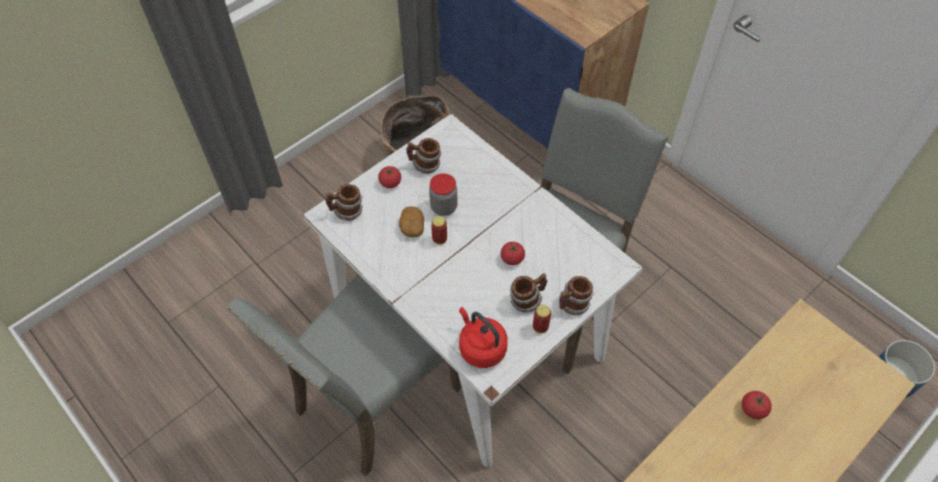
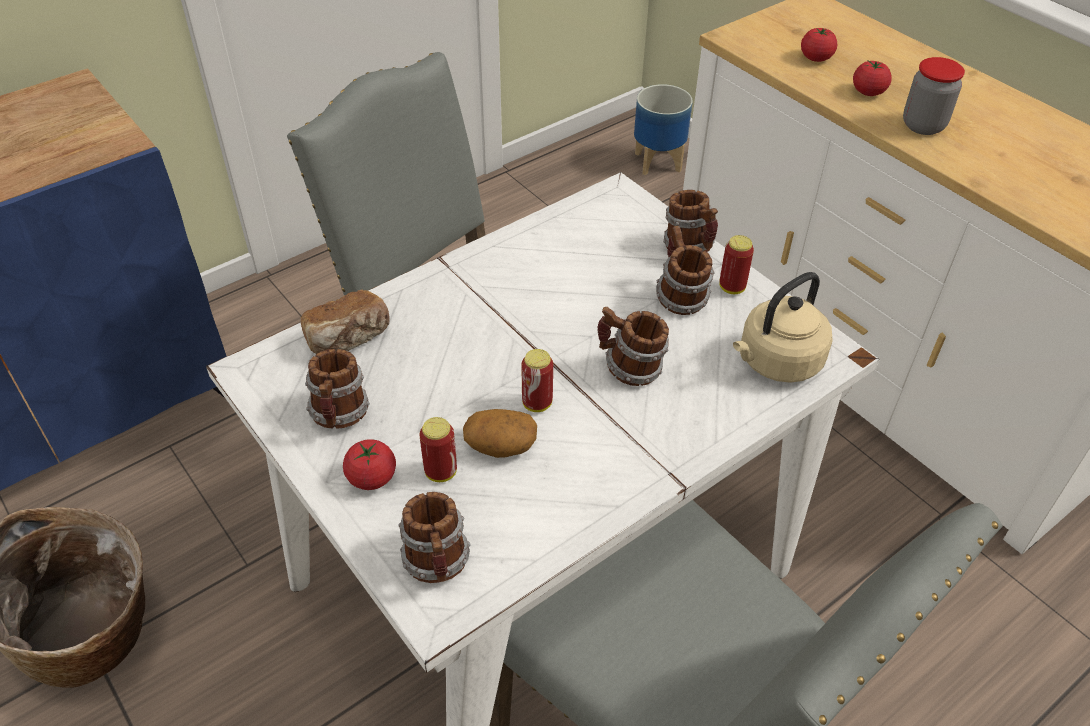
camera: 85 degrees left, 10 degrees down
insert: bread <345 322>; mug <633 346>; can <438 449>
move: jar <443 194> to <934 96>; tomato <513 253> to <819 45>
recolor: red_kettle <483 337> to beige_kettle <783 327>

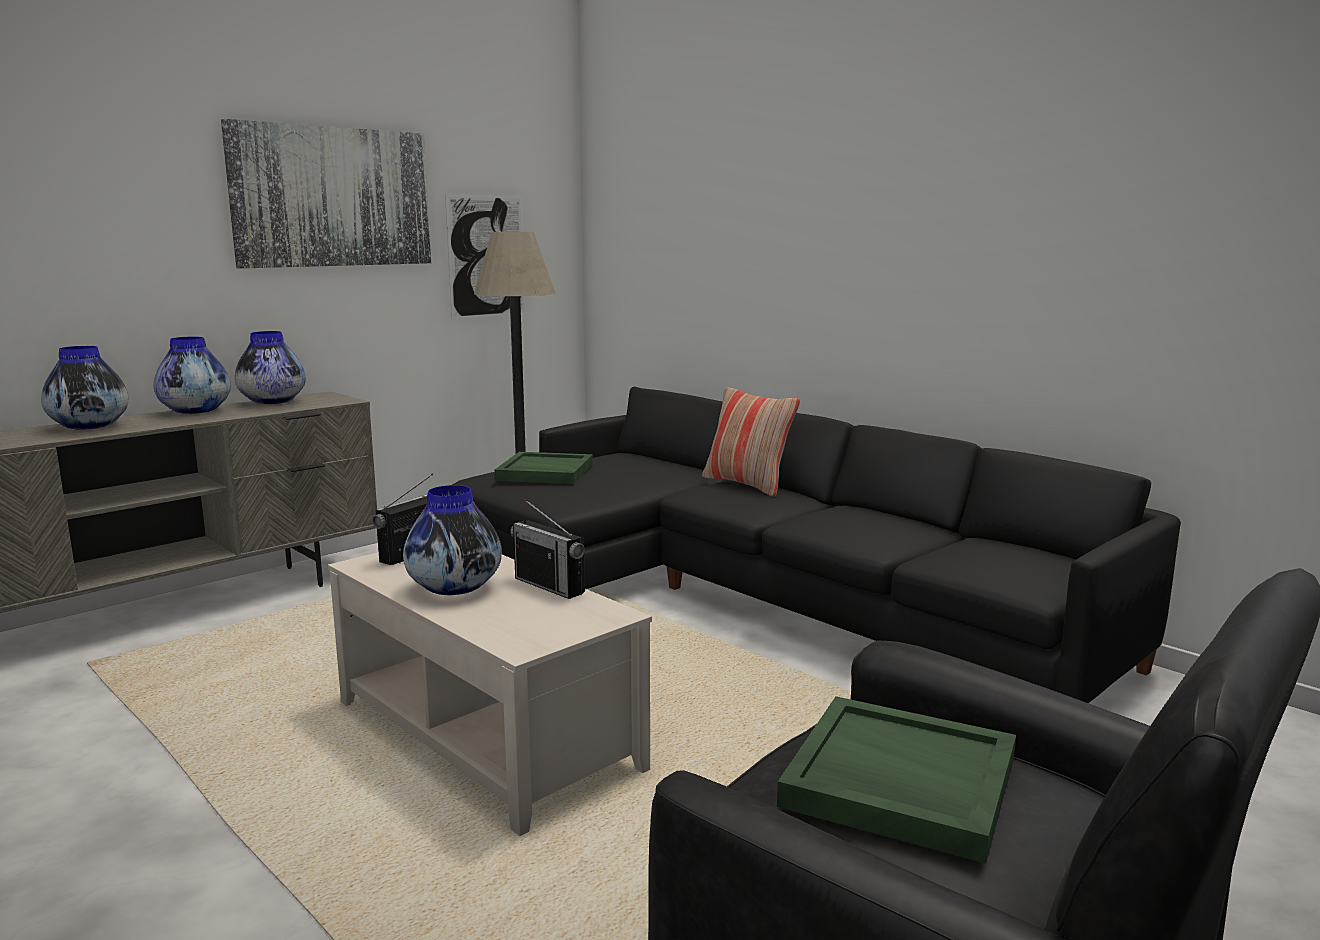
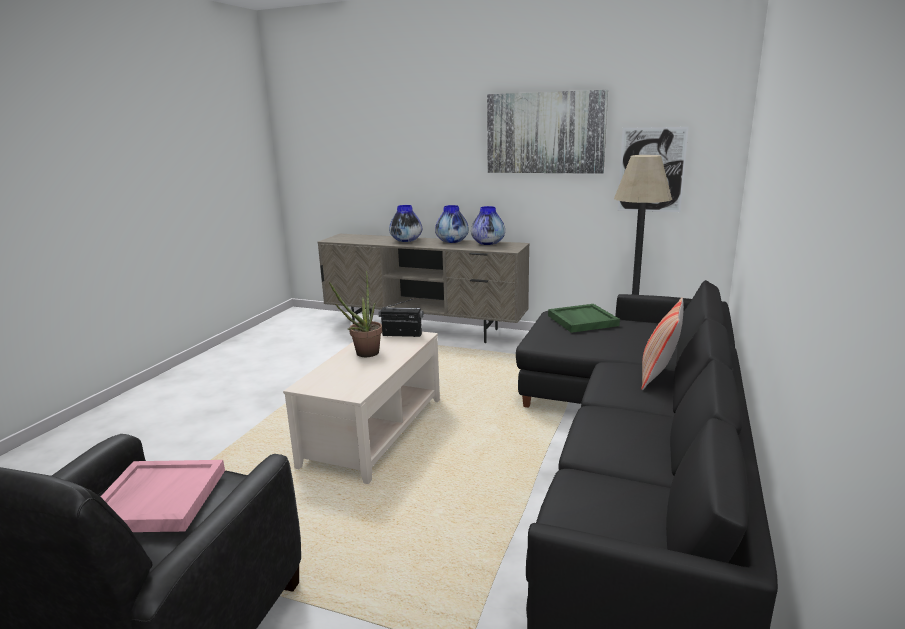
camera: 65 degrees right, 5 degrees up
delete: radio <547 549>
replace: vase <452 540> to potted_plant <355 314>
recolor: green_tray <896 779> to pink_tray <163 496>

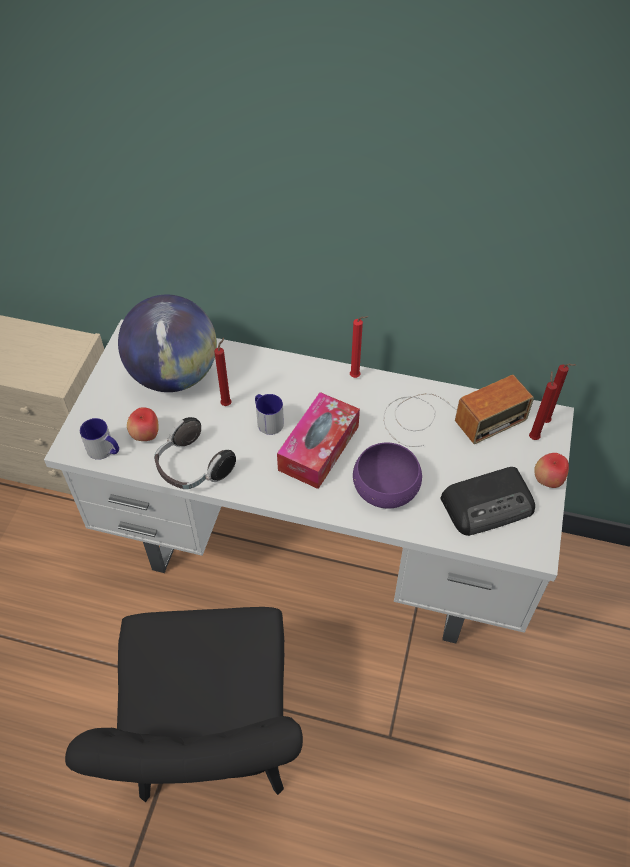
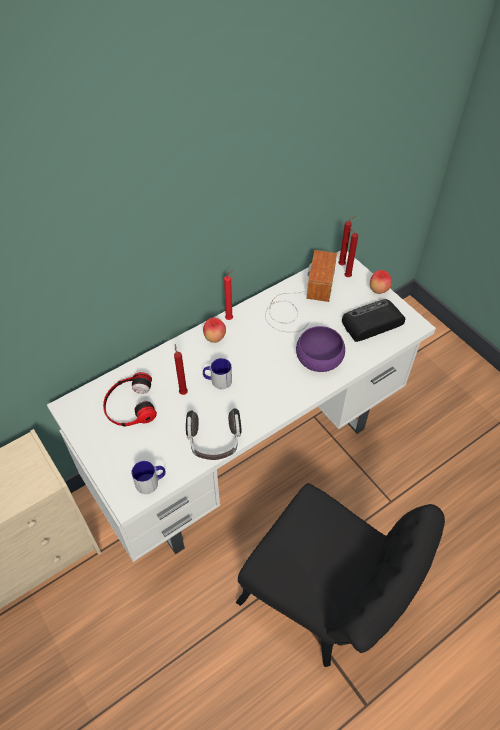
camera: 50 degrees left, 0 degrees up
delete: tissue_box <318 440>
move: apple <143 424> to <214 330>
replace: globe <167 343> to headphones <130 399>
rotate: radio <487 501> = <373 320> 135 degrees counterclockwise

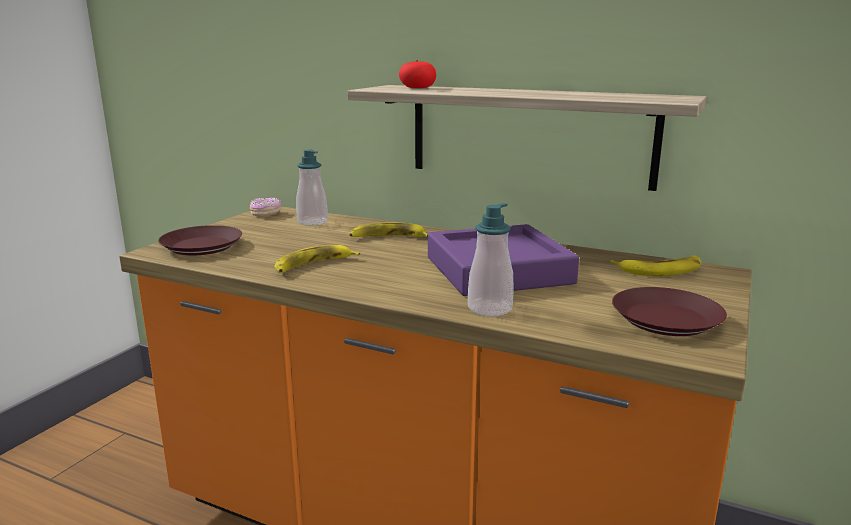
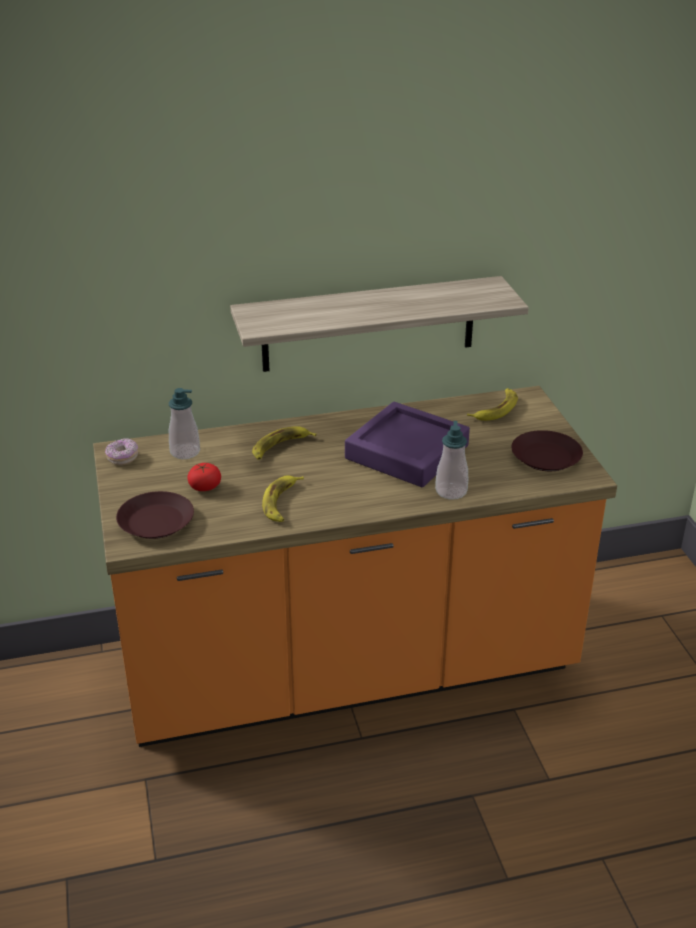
camera: 40 degrees left, 15 degrees up
move: tomato <417 74> to <204 477>

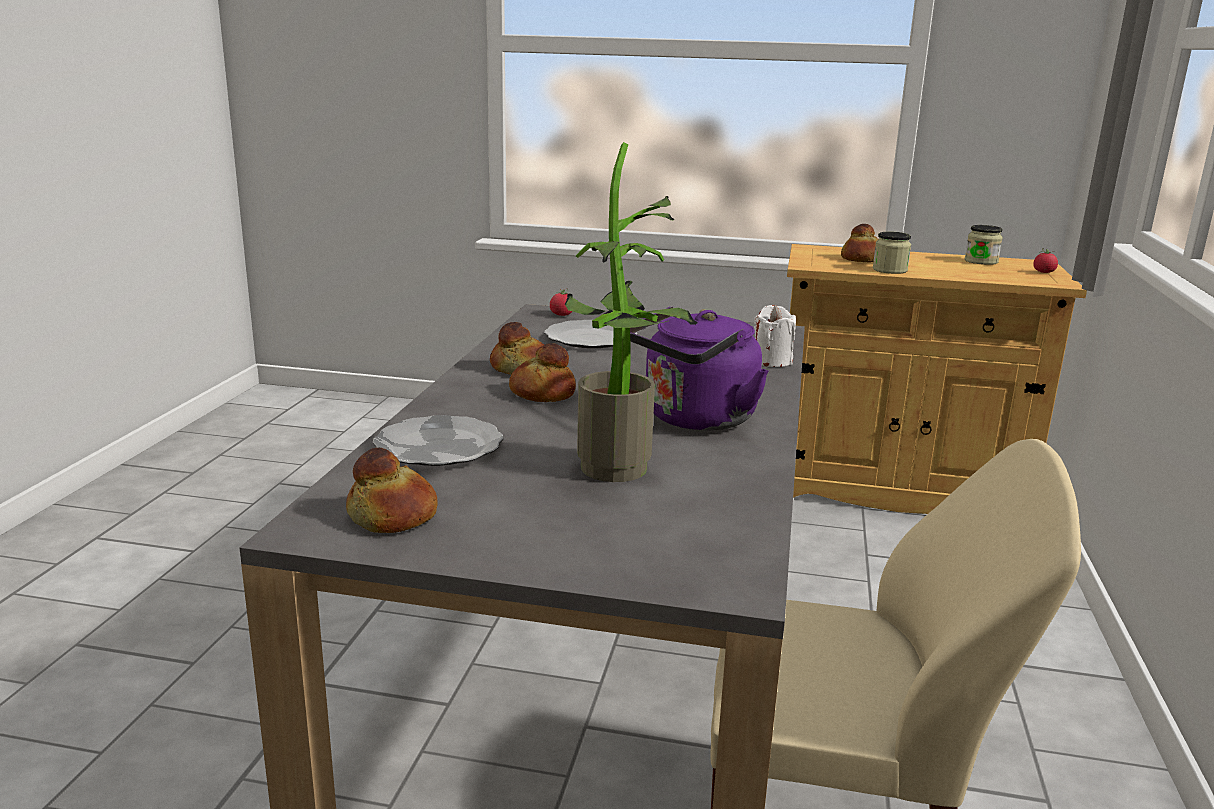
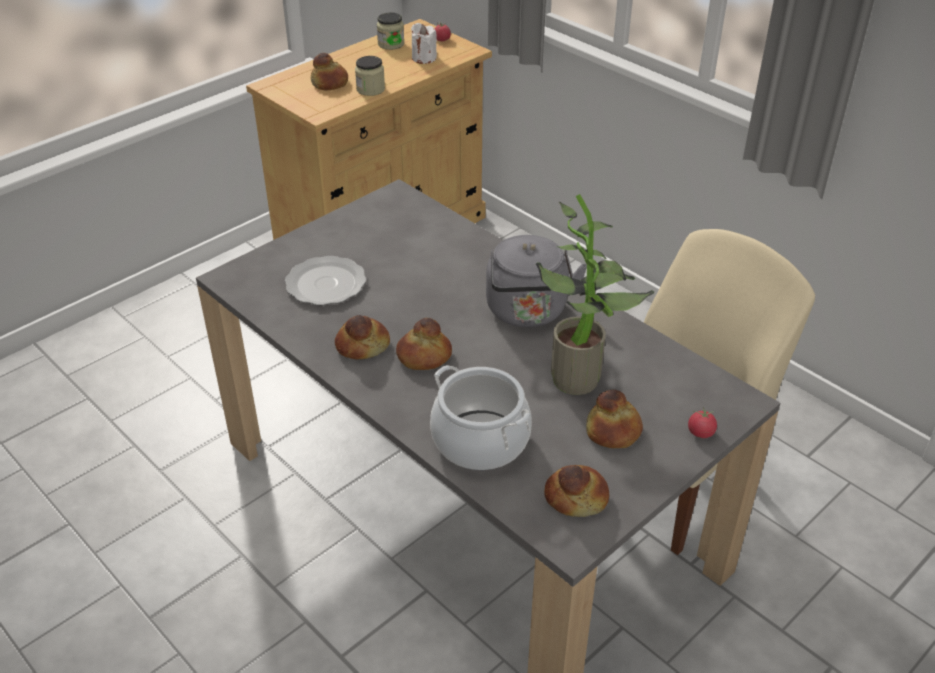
camera: 55 degrees left, 20 degrees up
insert: bread <614 419>
move: tomato <561 302> to <702 422>; white_candle <775 336> to <424 43>
replace: plate <438 440> to cooking_pot <481 417>
recolor: purple_kettle <699 368> to grey_kettle <536 281>

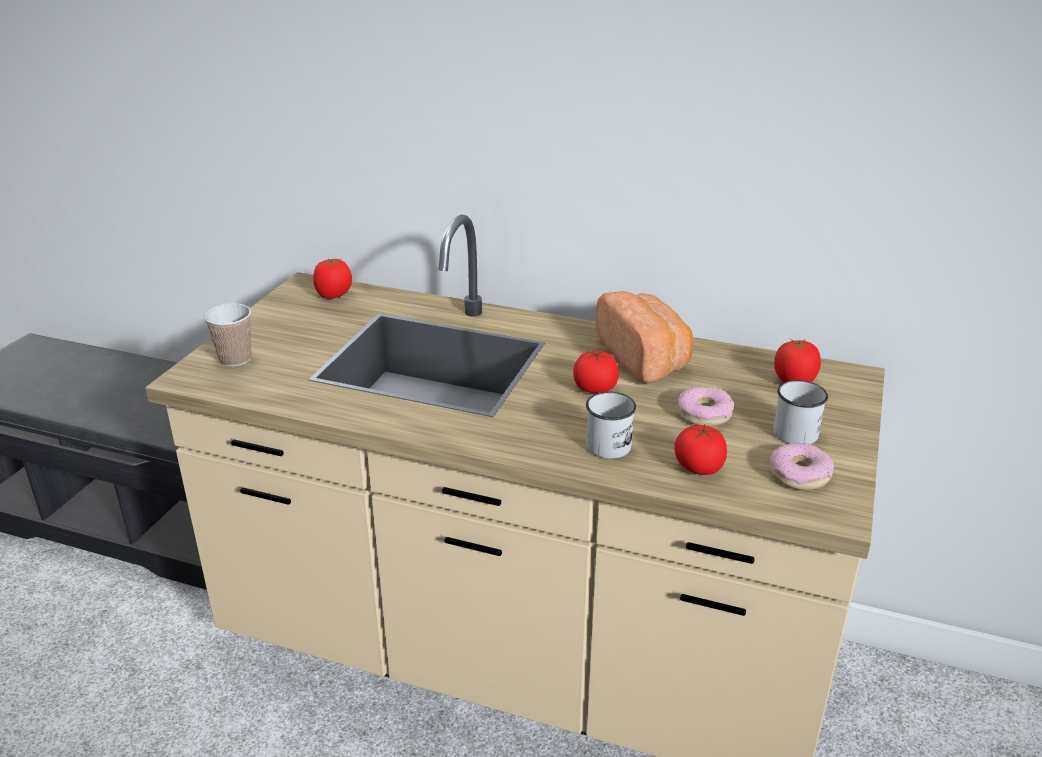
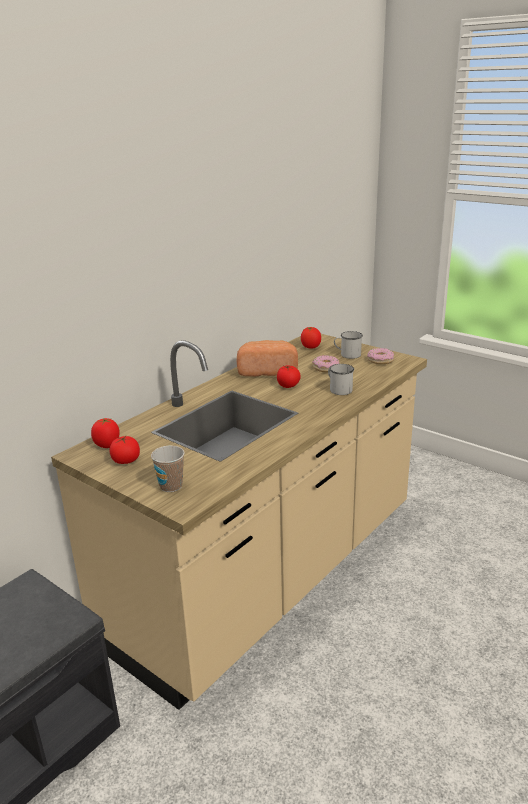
camera: 70 degrees left, 5 degrees down
move: tomato <700 449> to <125 450>

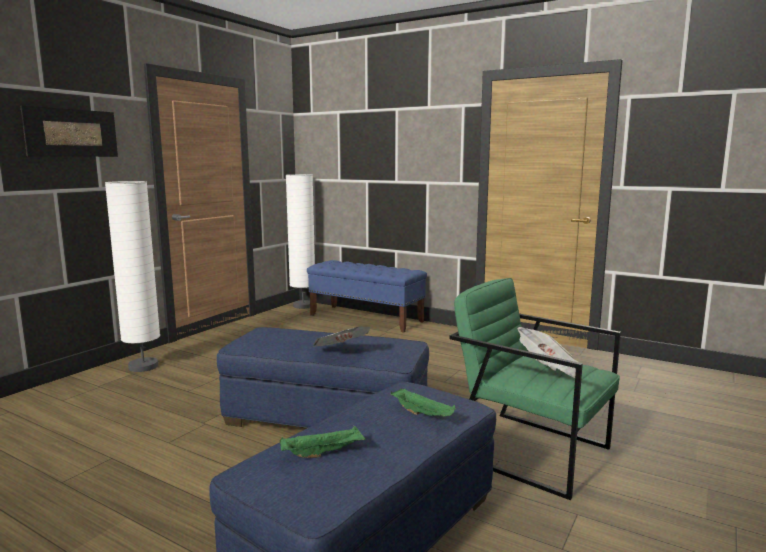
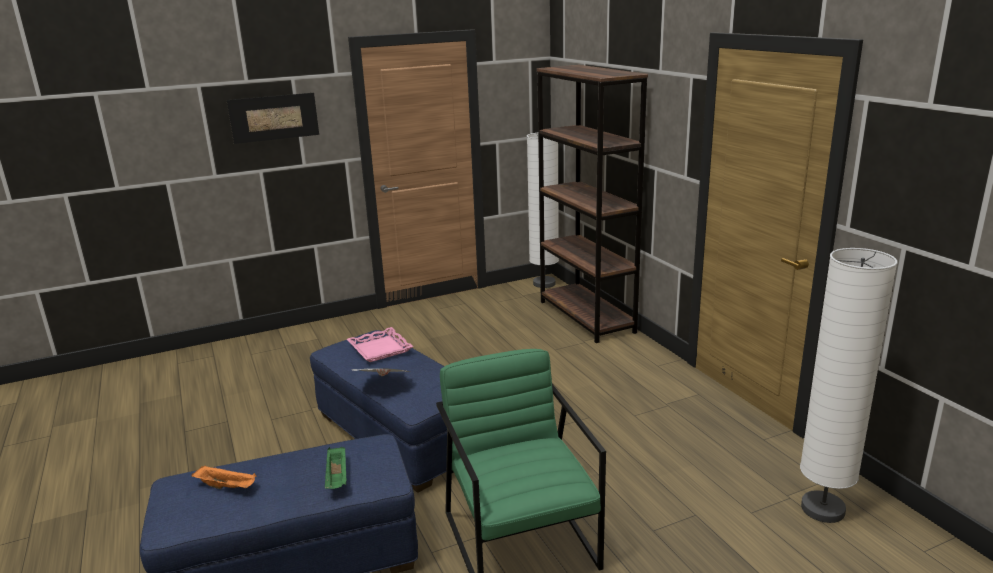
camera: 35 degrees right, 10 degrees up
delete: newspaper <547 352>
insert: pink_tray <380 344>
move: white_floor_lamp <132 276> to <848 385>
replace: blue_bench <367 296> to brown_bookcase <592 204>
recolor: green_tray <323 442> to orange_tray <224 477>

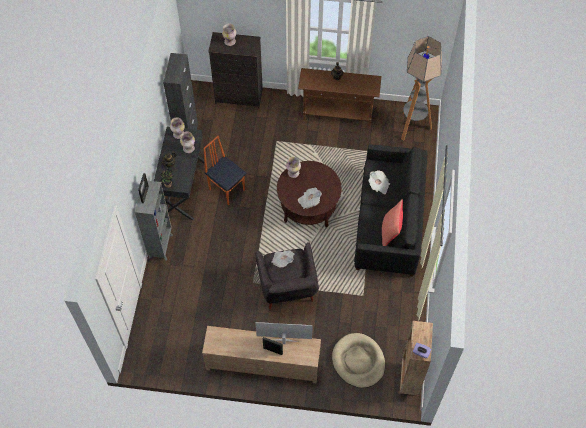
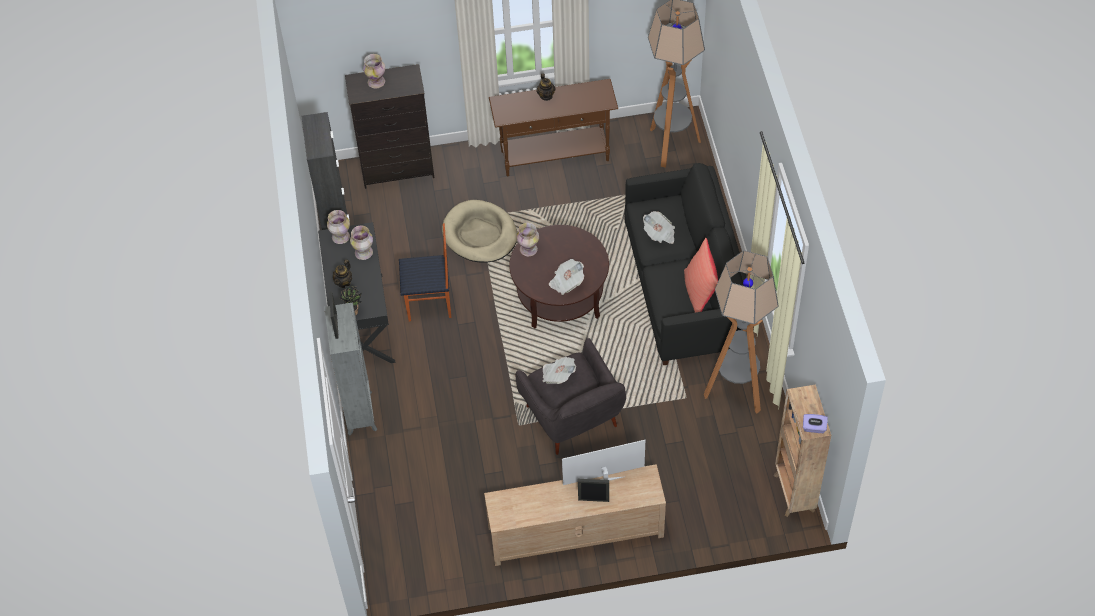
camera: 15 degrees left, 5 degrees down
insert: floor_lamp <741 332>
move: beige_dog_bed <358 360> to <479 231>
rotate: chair <225 170> = <425 272> 150 degrees clockwise

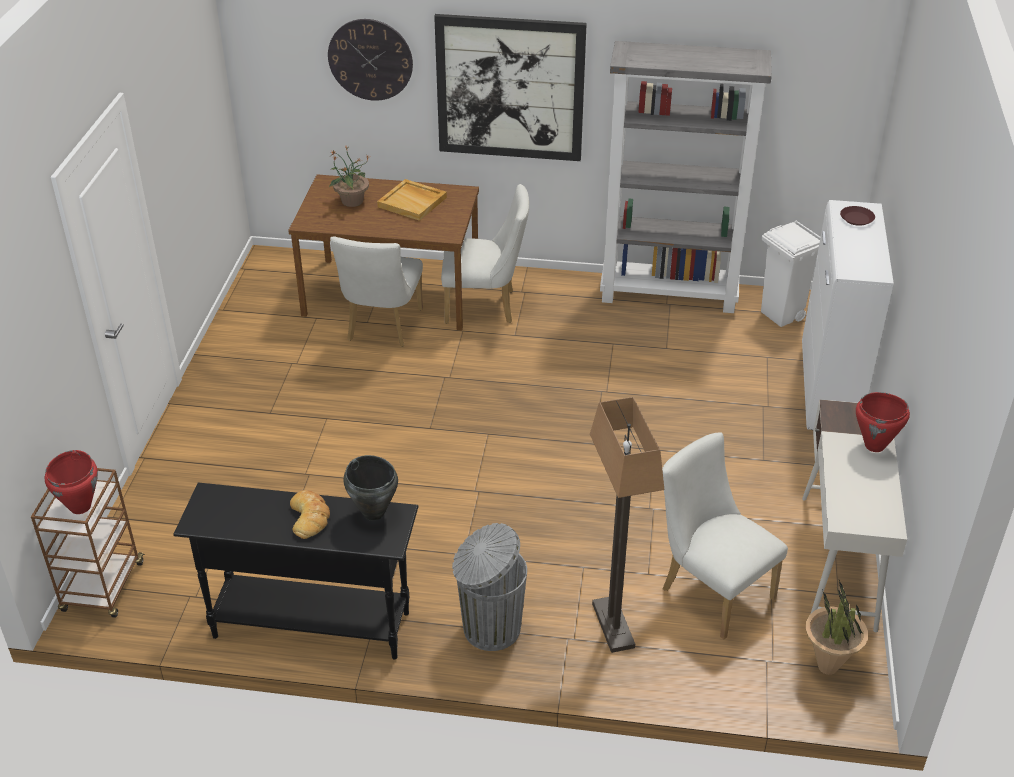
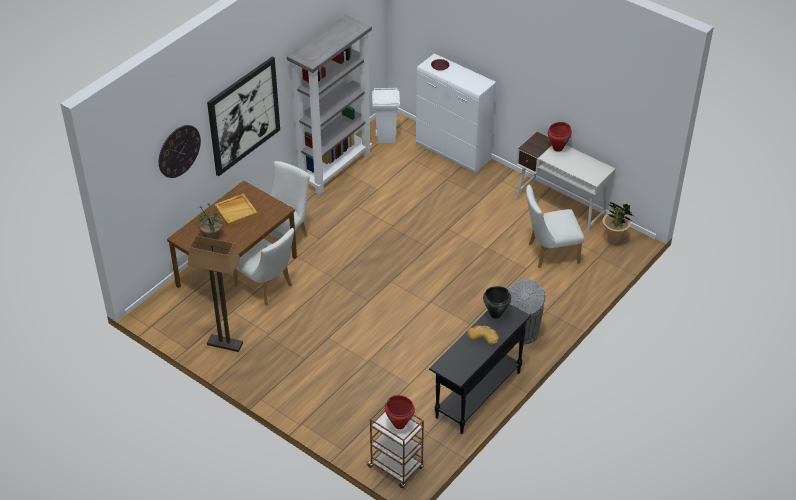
camera: 60 degrees left, 5 degrees up
move: floor_lamp <627 525> to <215 294>

